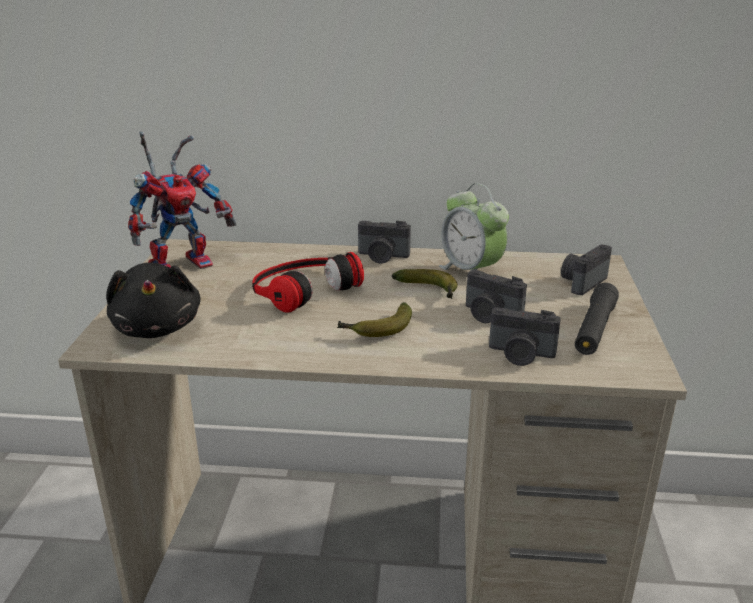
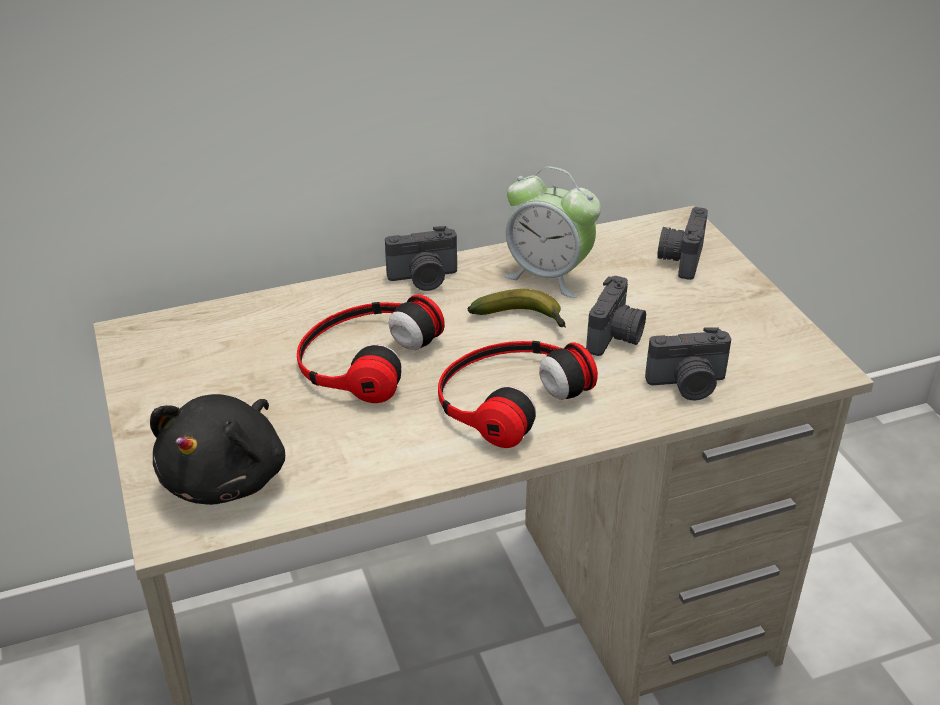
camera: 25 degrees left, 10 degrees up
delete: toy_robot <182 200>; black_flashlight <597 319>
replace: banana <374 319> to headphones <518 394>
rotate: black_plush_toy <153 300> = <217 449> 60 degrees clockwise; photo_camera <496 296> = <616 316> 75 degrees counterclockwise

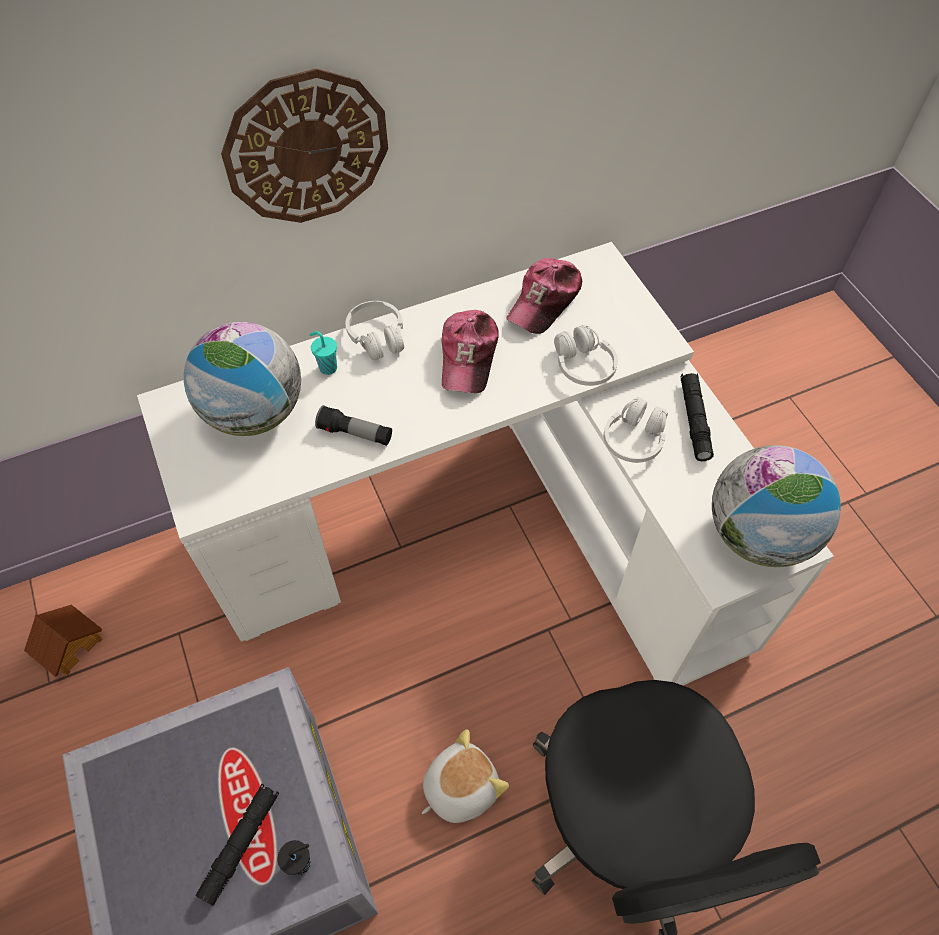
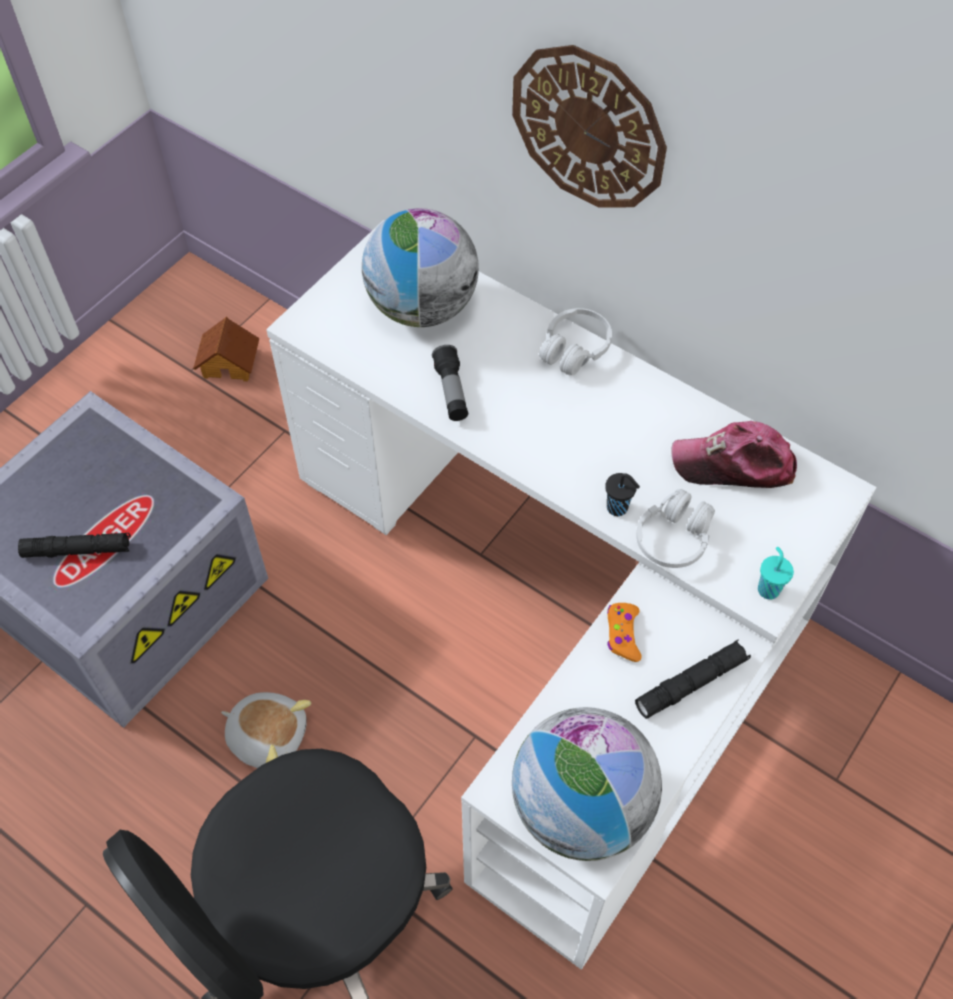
camera: 60 degrees right, 0 degrees up
delete: cap <470 352>
move: turquoise_cup <323 353> to <776 573>; black_cup <294 857> to <622 494>
replace: white_headphones <636 430> to orange_game_controller <624 632>

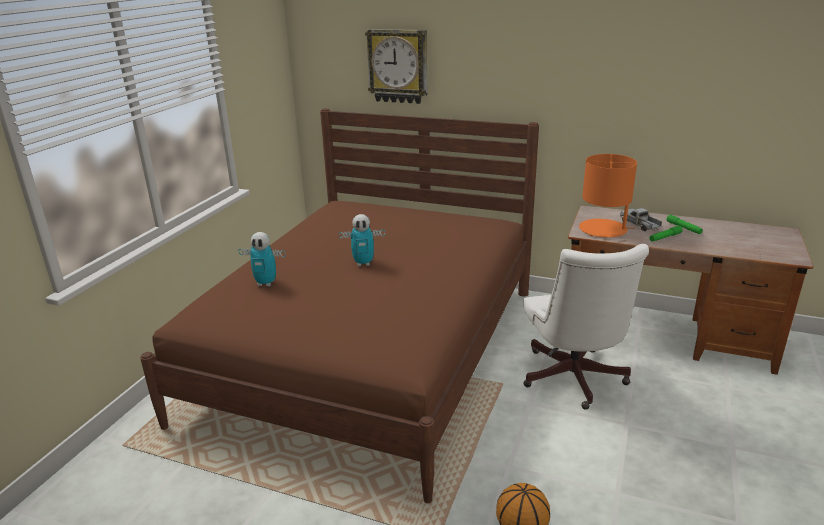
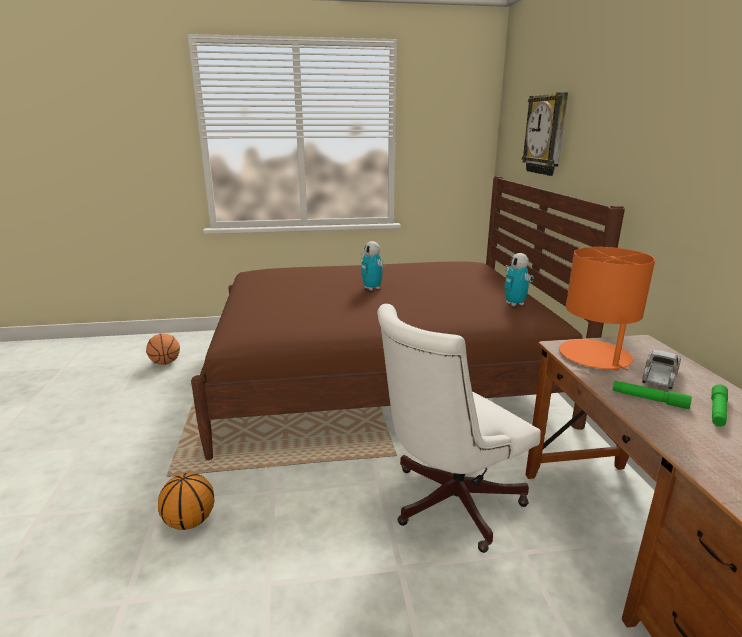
camera: 60 degrees right, 5 degrees down
insert: basketball <163 349>
move: toy_robot <261 259> to <518 279>

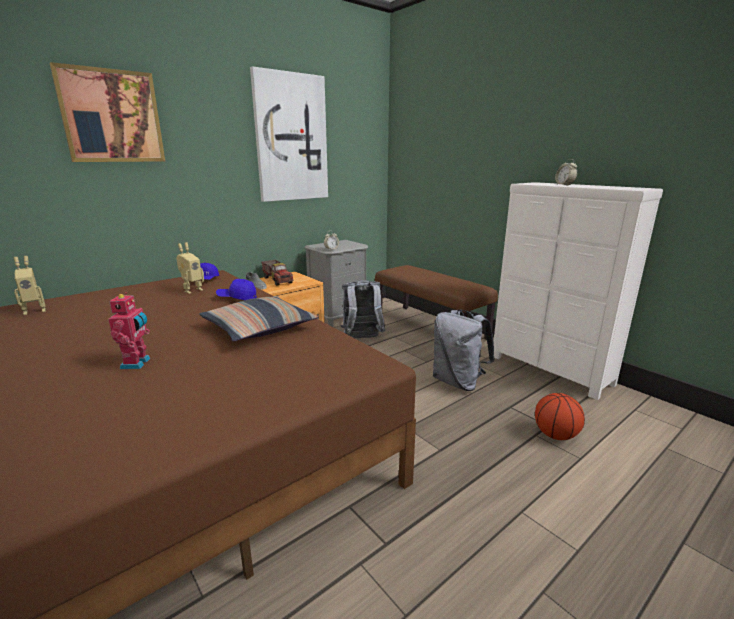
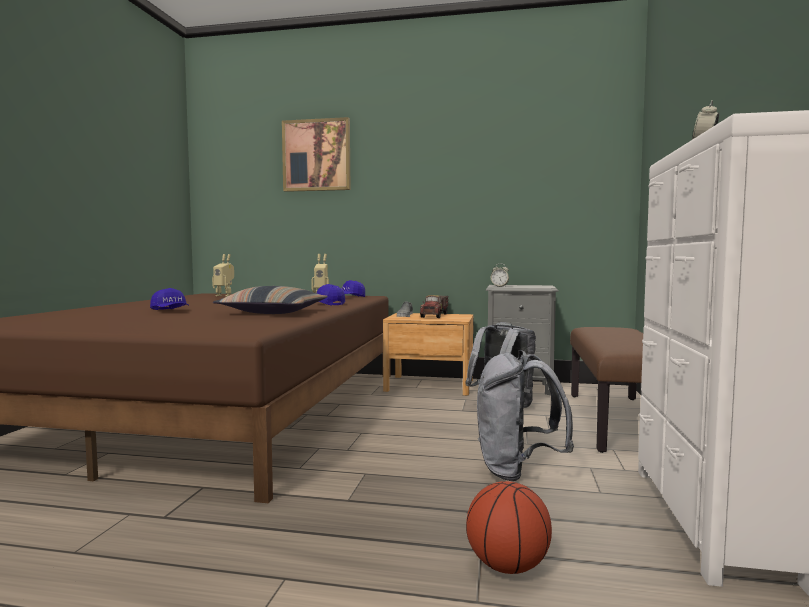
camera: 50 degrees right, 15 degrees down
delete: picture <289 134>
replace: toy_robot <129 330> to blue_cap <169 299>

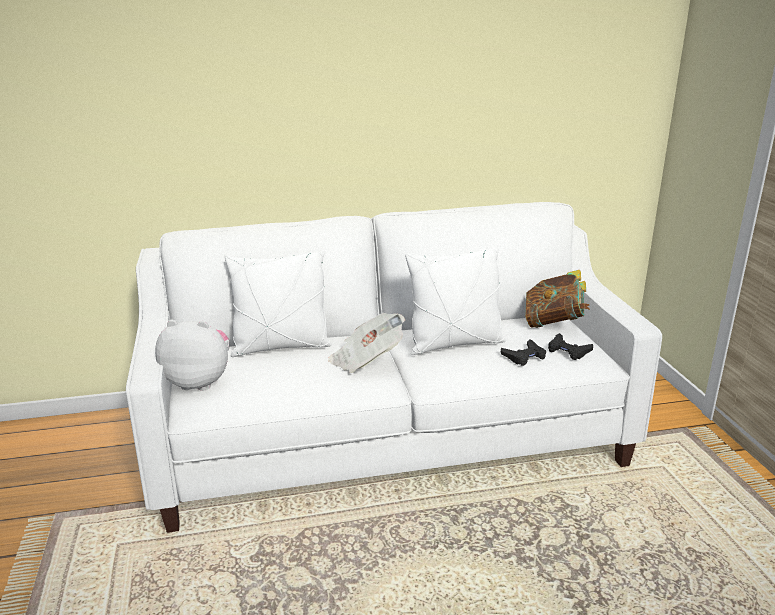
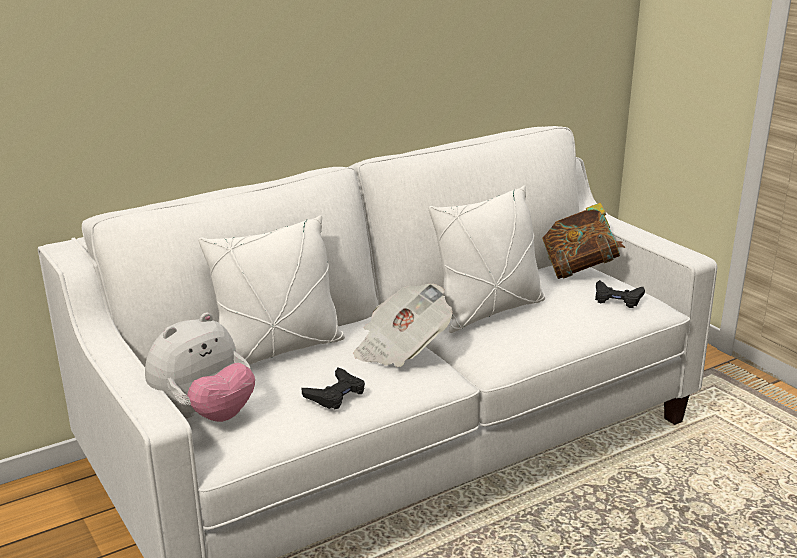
camera: 20 degrees left, 0 degrees up
move: black_game_controller <523 352> to <333 388>
rotate: plush_toy <192 355> = <200 367> 150 degrees clockwise

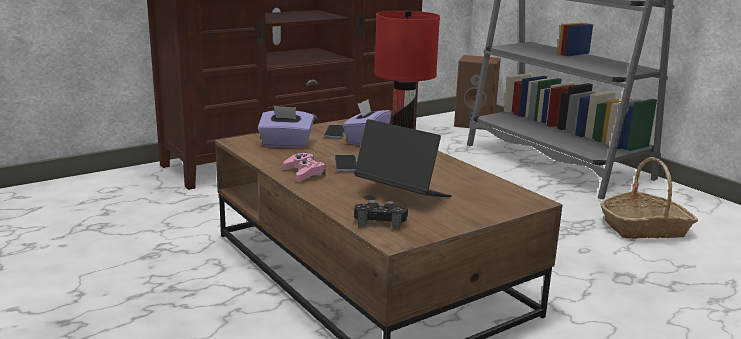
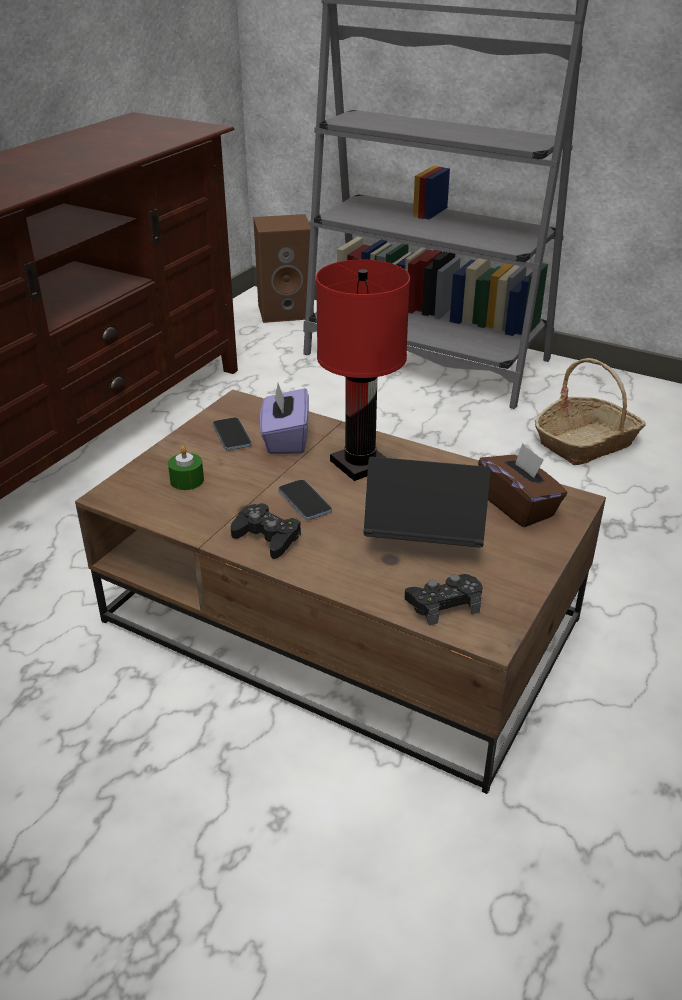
camera: 25 degrees left, 15 degrees up
insert: brown_tissue_box <522 485>
replace: purple_tissue_box <286 126> to green_candle <186 468>
recolor: pink_game_controller <305 167> to black_game_controller <266 531>

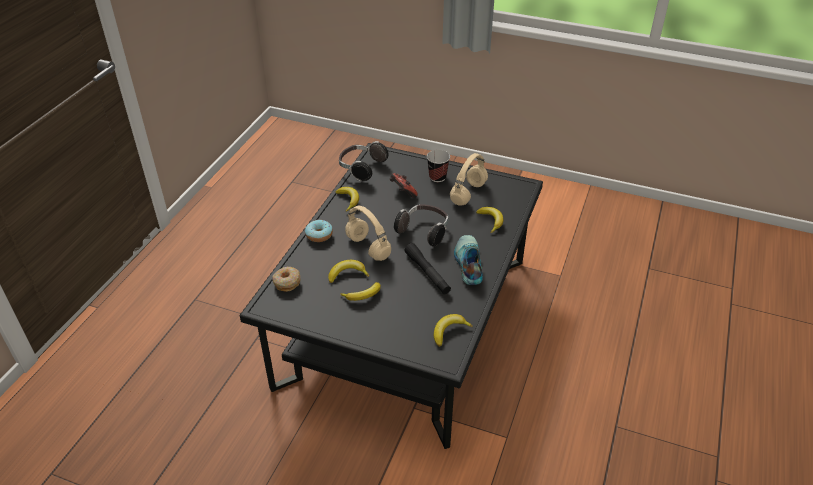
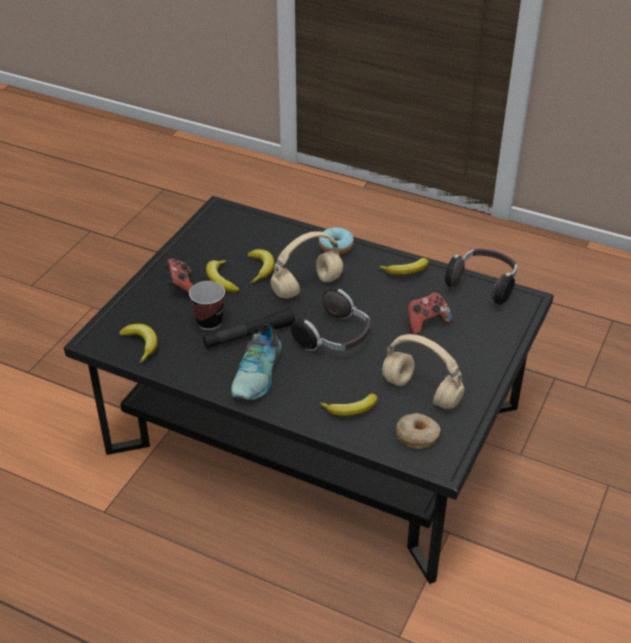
camera: 95 degrees right, 0 degrees up
insert: game_controller <178 278>
move: cup <438 166> to <207 305>; donut <286 279> to <418 431>
rotate: shoe <468 260> = <256 362> 105 degrees clockwise

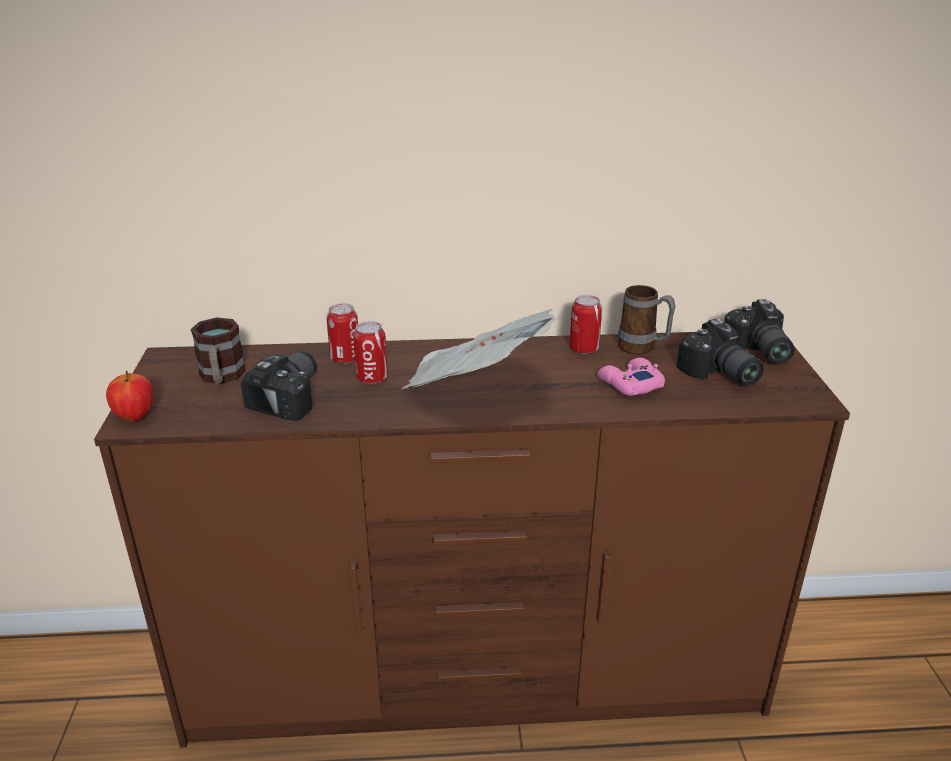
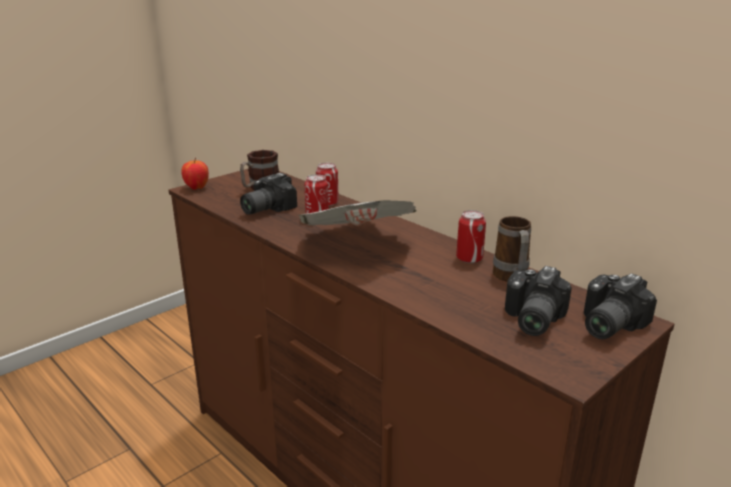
camera: 50 degrees right, 5 degrees down
delete: pink_game_controller <631 377>
rotate: photo_camera <279 386> = <268 193> 150 degrees clockwise

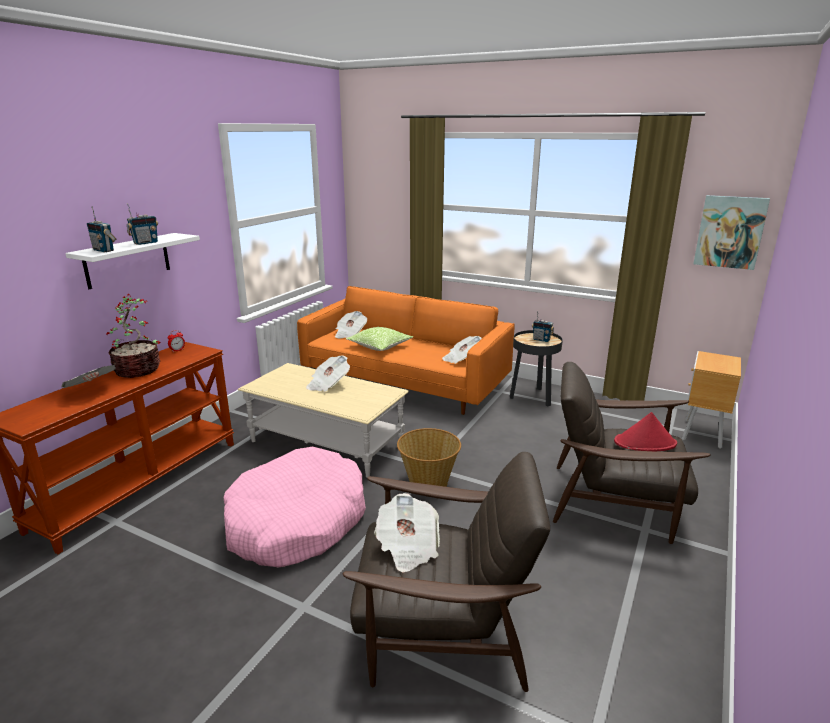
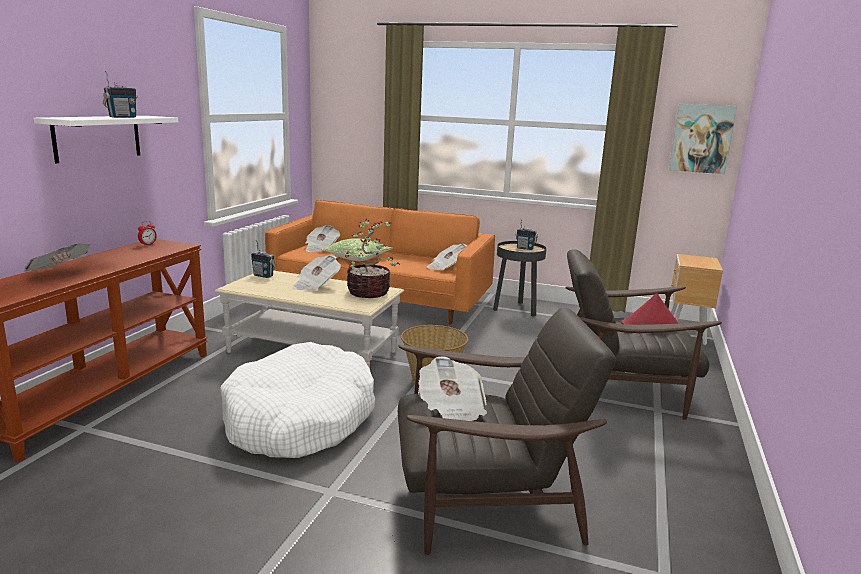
camera: 10 degrees left, 5 degrees down
move: radio <101 229> to <264 259>; potted_plant <133 336> to <372 258>
recolor: pink_dog_bed <295 507> to white_dog_bed <297 400>

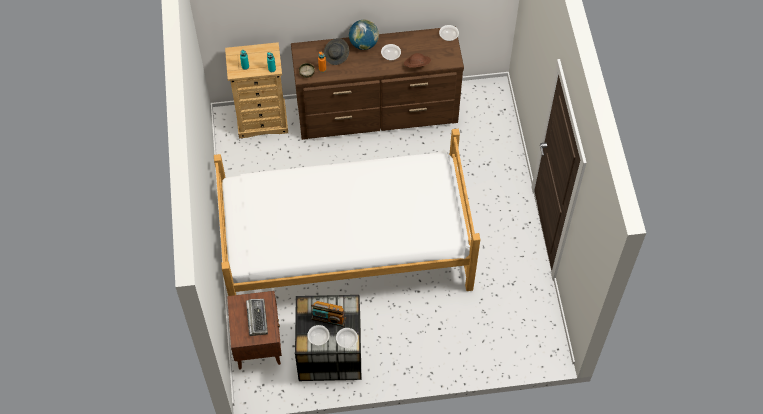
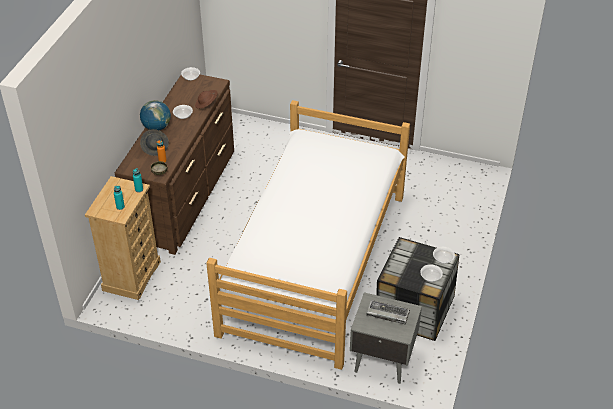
camera: 65 degrees left, 15 degrees down
delete: radio <328 314>
recolor: brown_nightstand <254 330> to grey_nightstand <386 338>

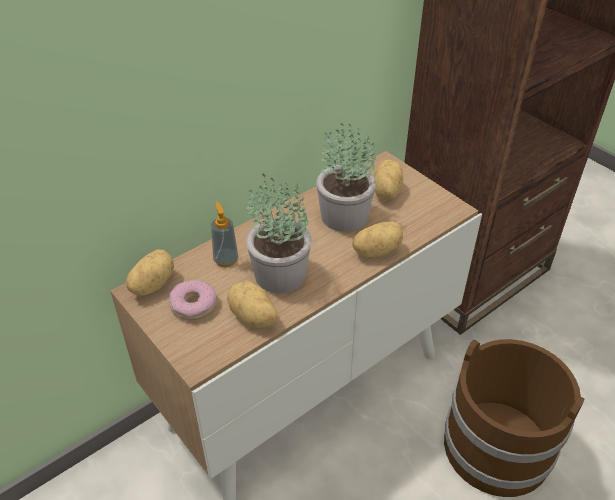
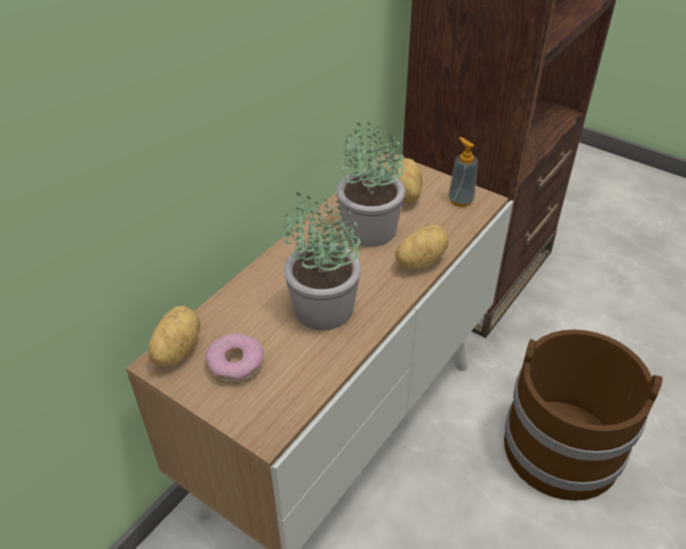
camera: 15 degrees left, 0 degrees up
delete: potato <252 304>
move: soap_dispenser <224 234> to <463 172>

